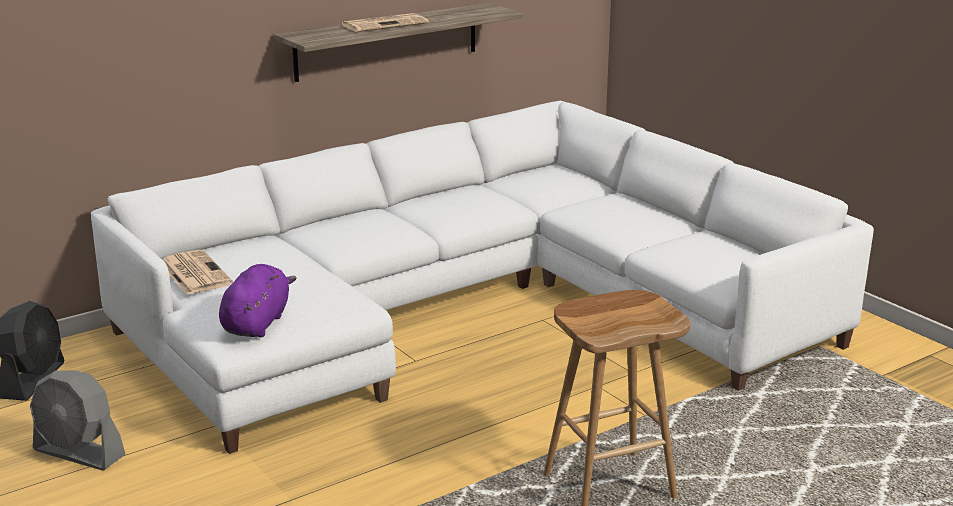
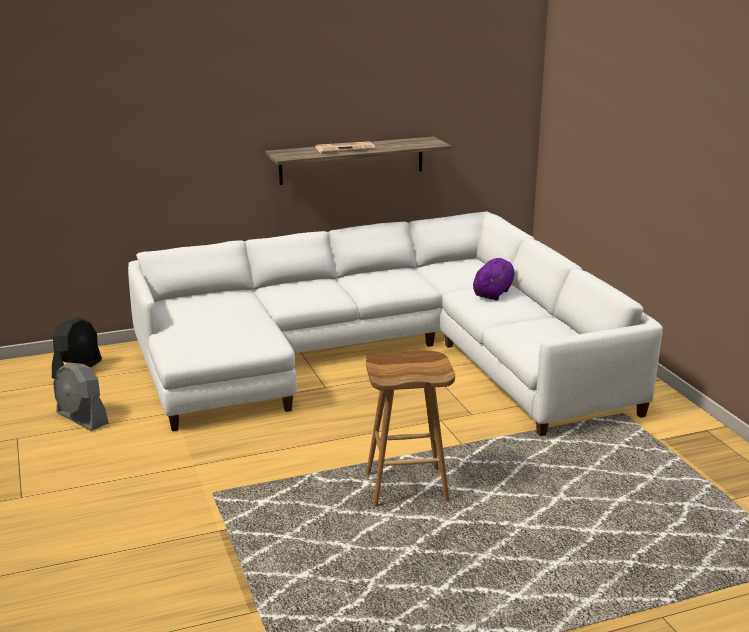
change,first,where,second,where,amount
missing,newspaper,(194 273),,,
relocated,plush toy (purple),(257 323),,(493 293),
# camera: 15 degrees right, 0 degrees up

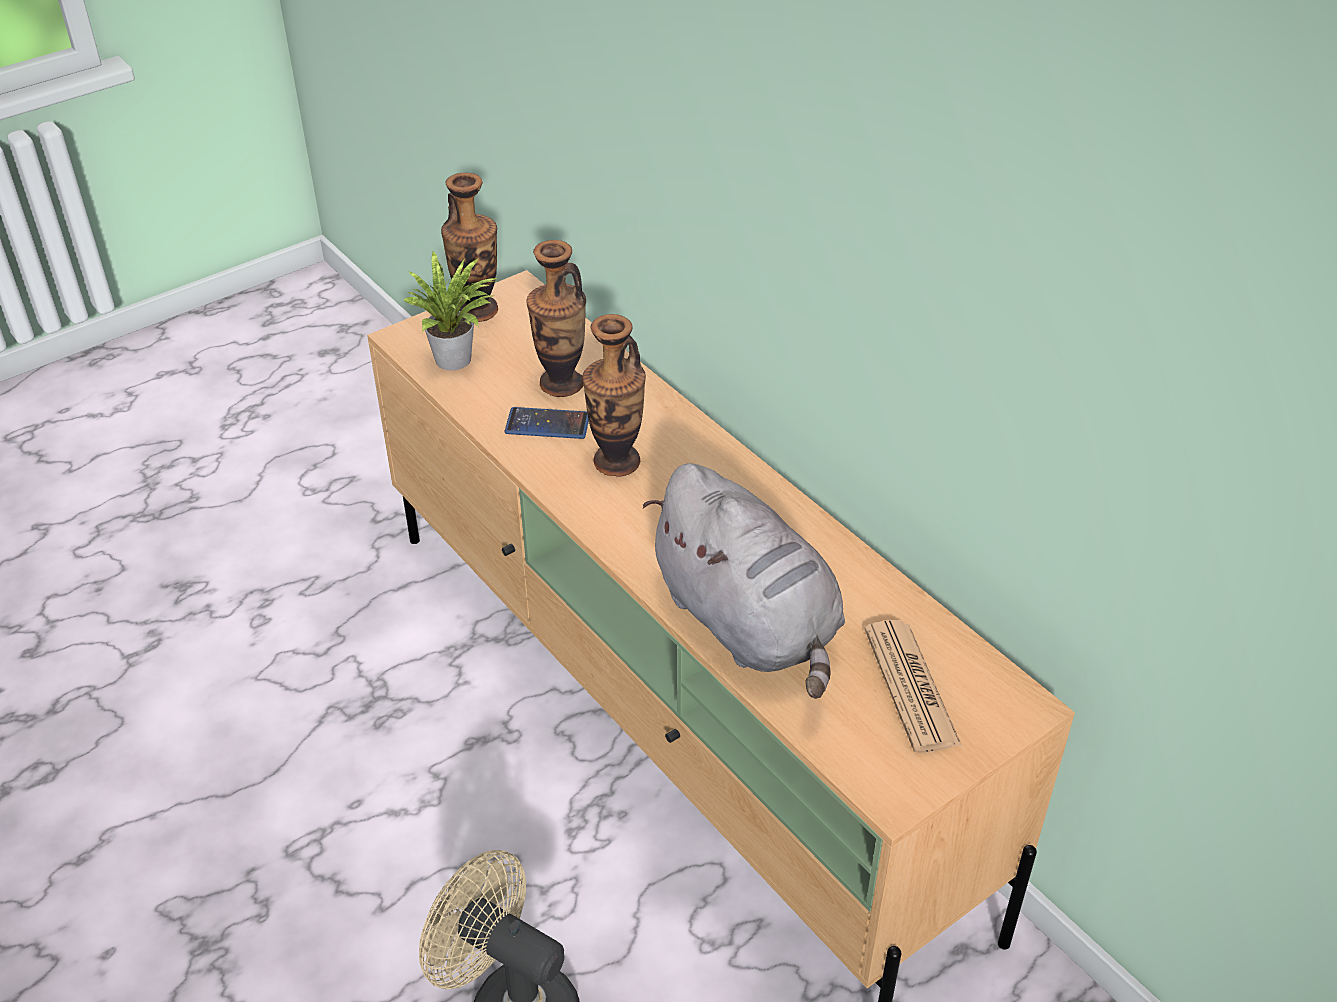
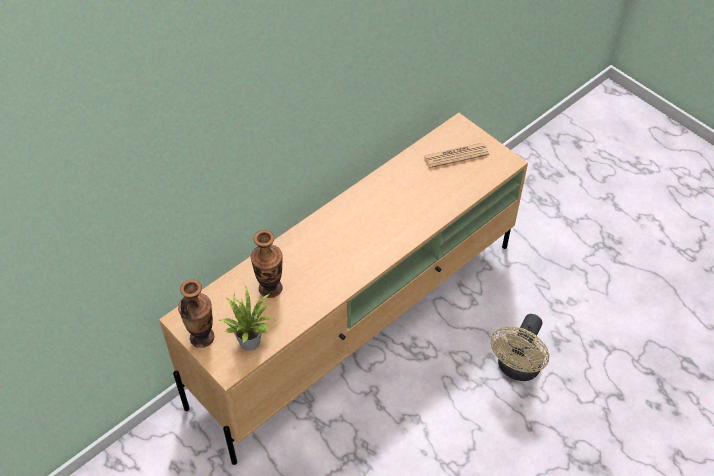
change,first,where,second,where,amount
missing,phone,(547 424),,,
missing,vase,(616 462),,,
missing,plush toy (grey),(749 624),,,
# camera: 95 degrees left, 10 degrees up

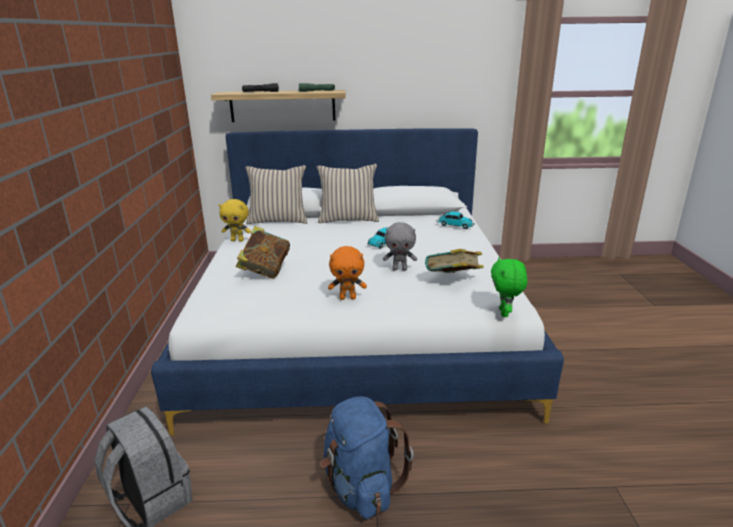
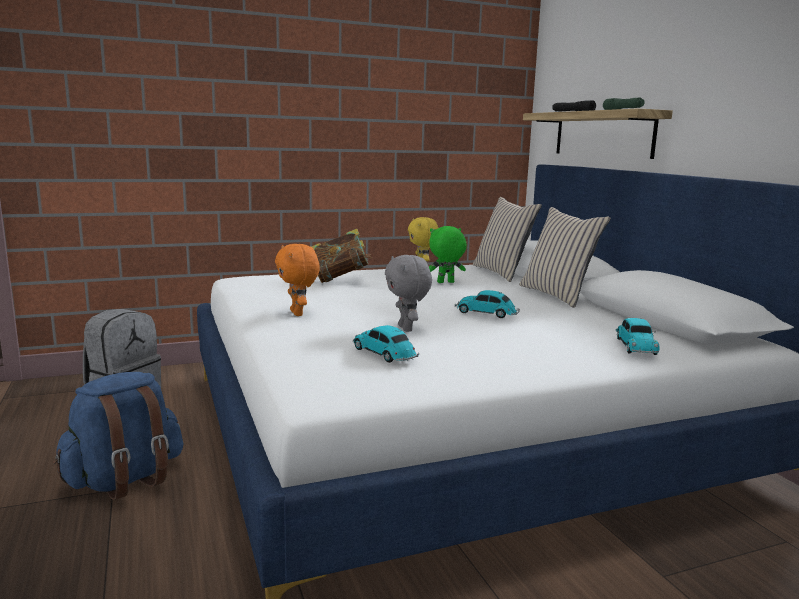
change,first,where,second,where,amount
relocated,plush toy (green),(505 313),,(445 282),
exchanged,book,(453 280),toy car,(385 354),
# camera: 70 degrees right, 10 degrees down

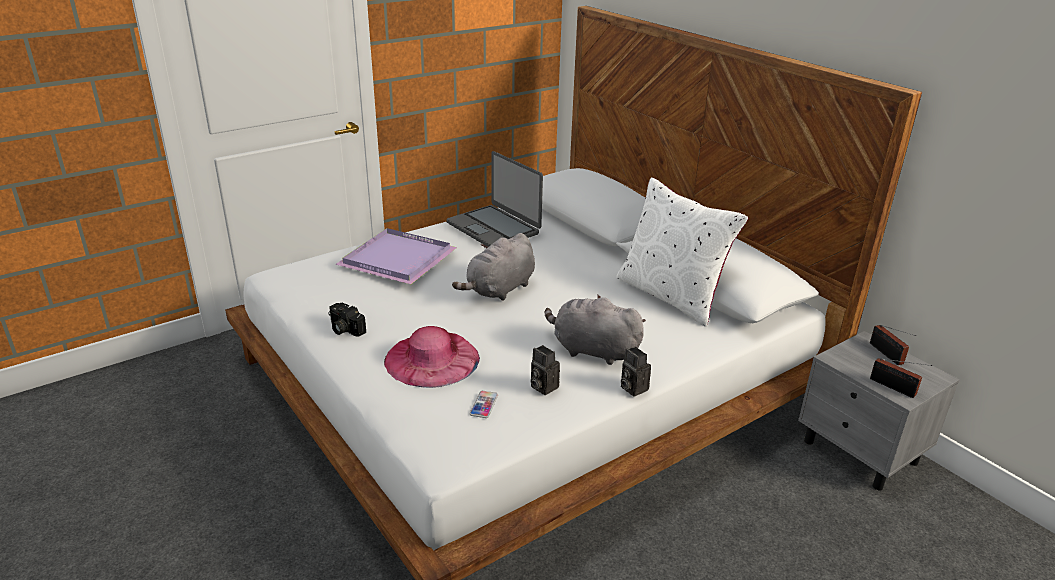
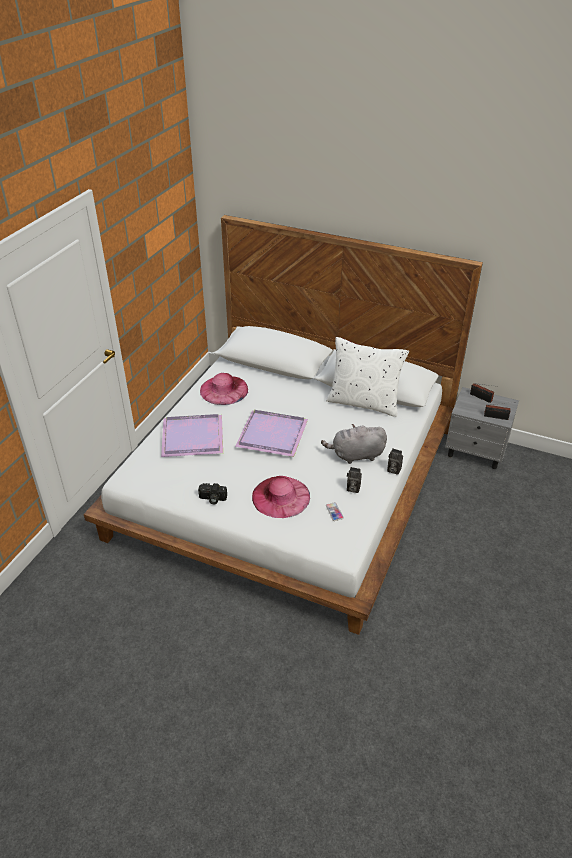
change,first,where,second,where,amount
exchanged,laptop,(494 228),hat (pink),(224 390),
exchanged,plush toy (grey),(499 290),tray (purple),(273 435),
# camera: 30 degrees left, 10 degrees up

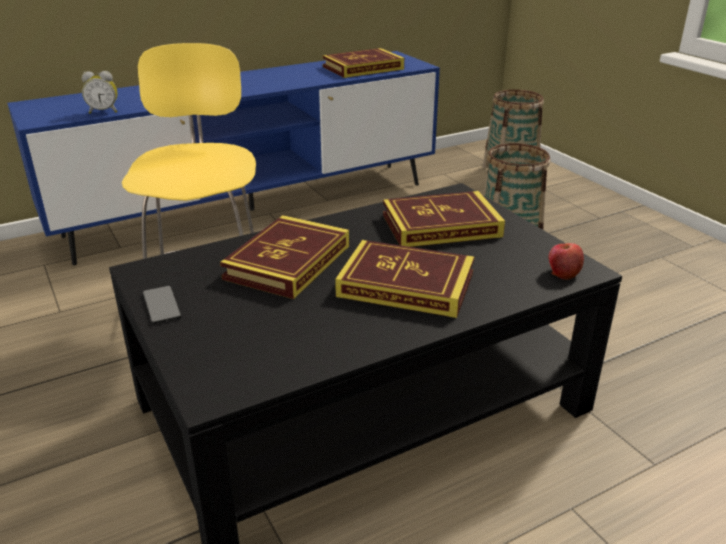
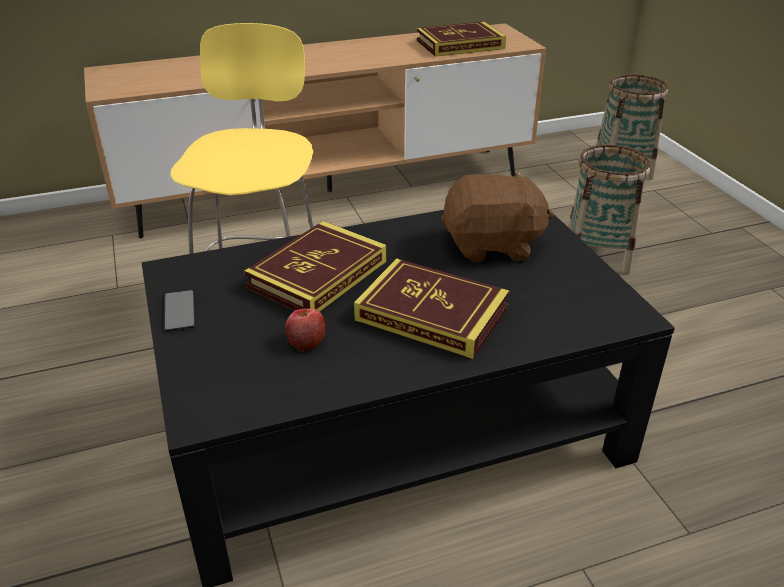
change,first,where,second,where,amount
missing,alarm clock,(104 111),,,
relocated,apple,(563 272),,(306 341),
exchanged,book,(441 225),plush toy (brown),(492 245),
colour,tv stand (blue),(252 210),tv stand (brown),(330 191),
# camera: 10 degrees right, 5 degrees up

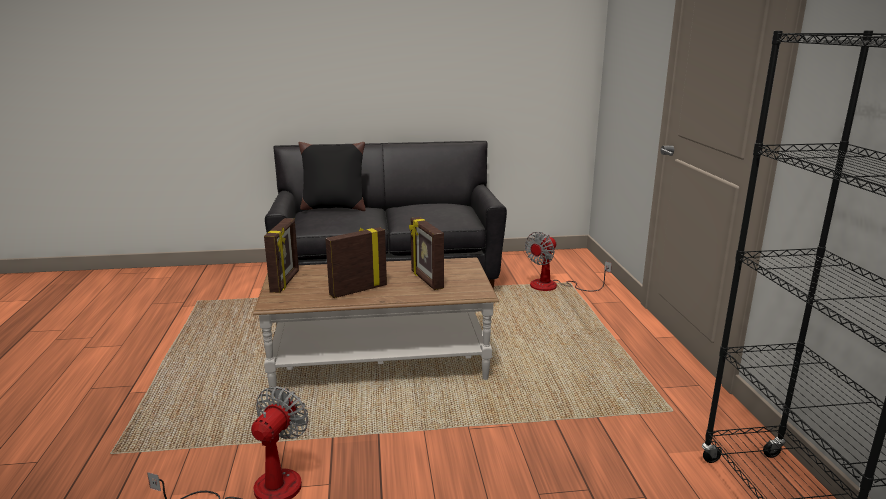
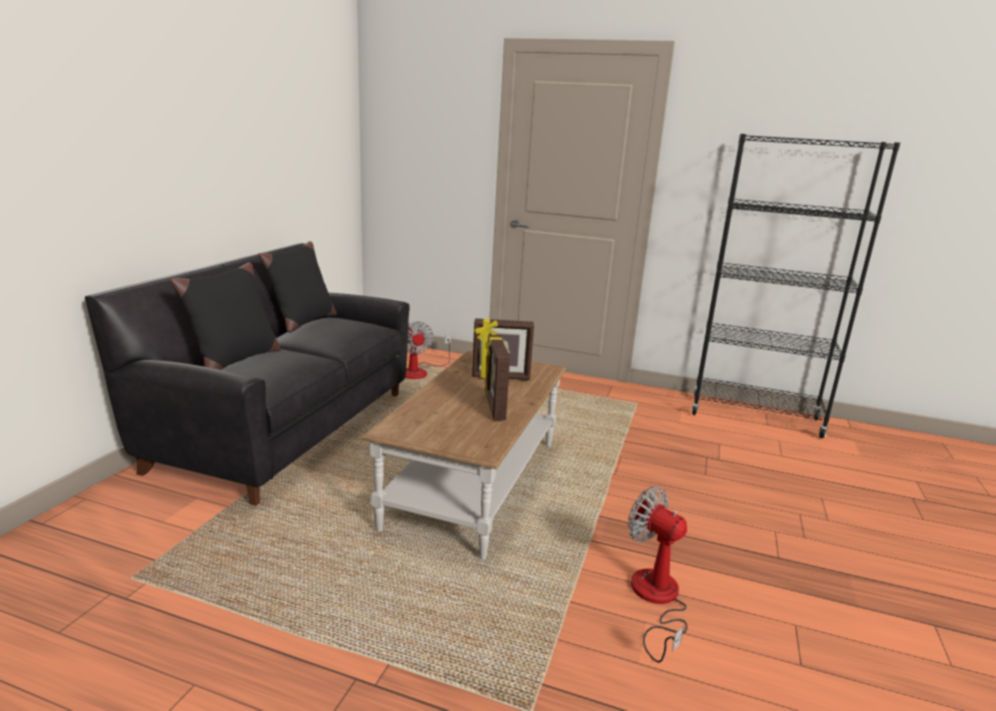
change,first,where,second,where,amount
missing,picture frame,(285 282),,,
appeared,,,pillow (black),(302 322),
# camera: 65 degrees left, 0 degrees up

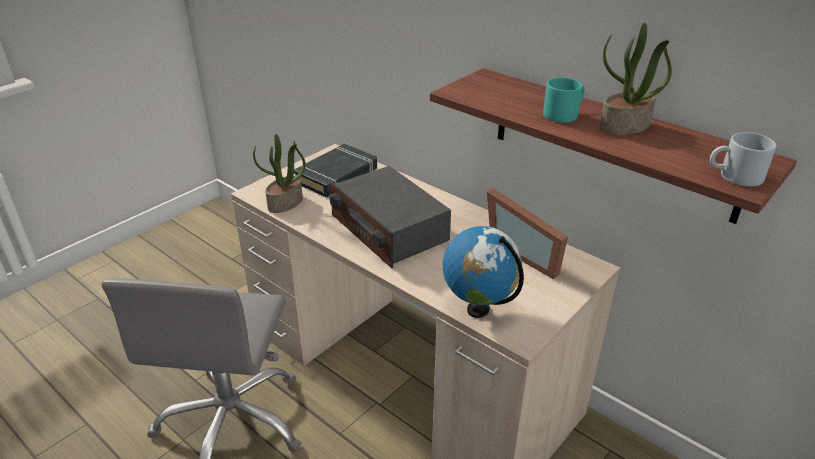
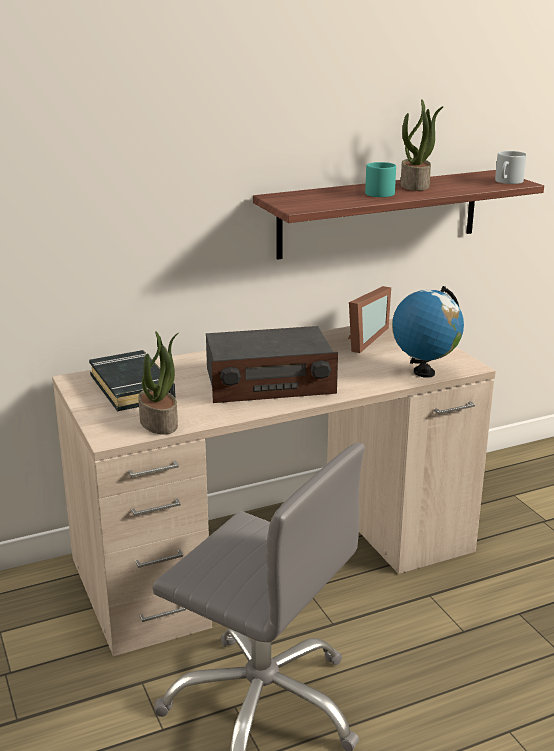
change,first,where,second,where,amount
spun,picture frame,(526 253),,(361 339),45 degrees counterclockwise
# camera: 65 degrees left, 10 degrees down

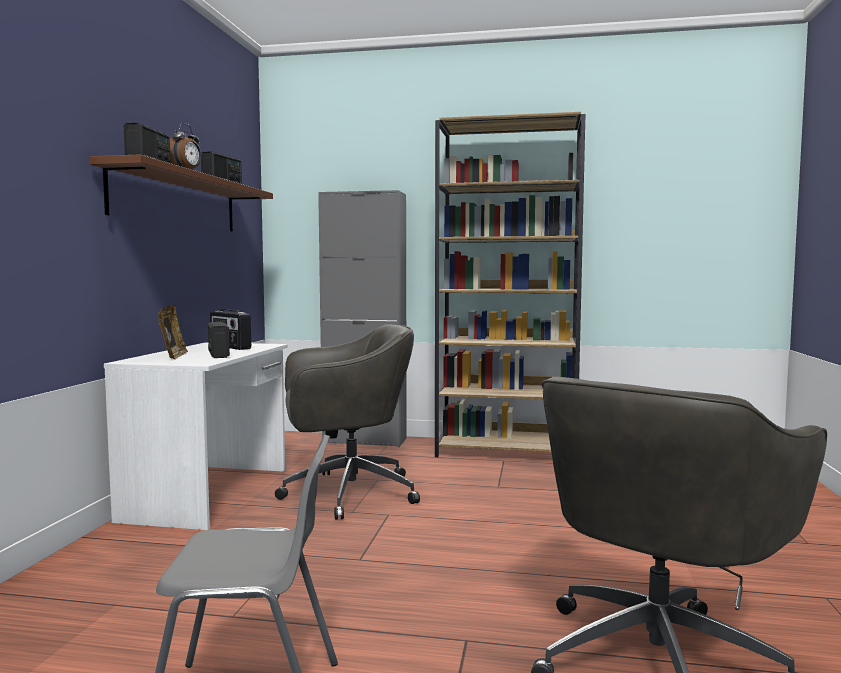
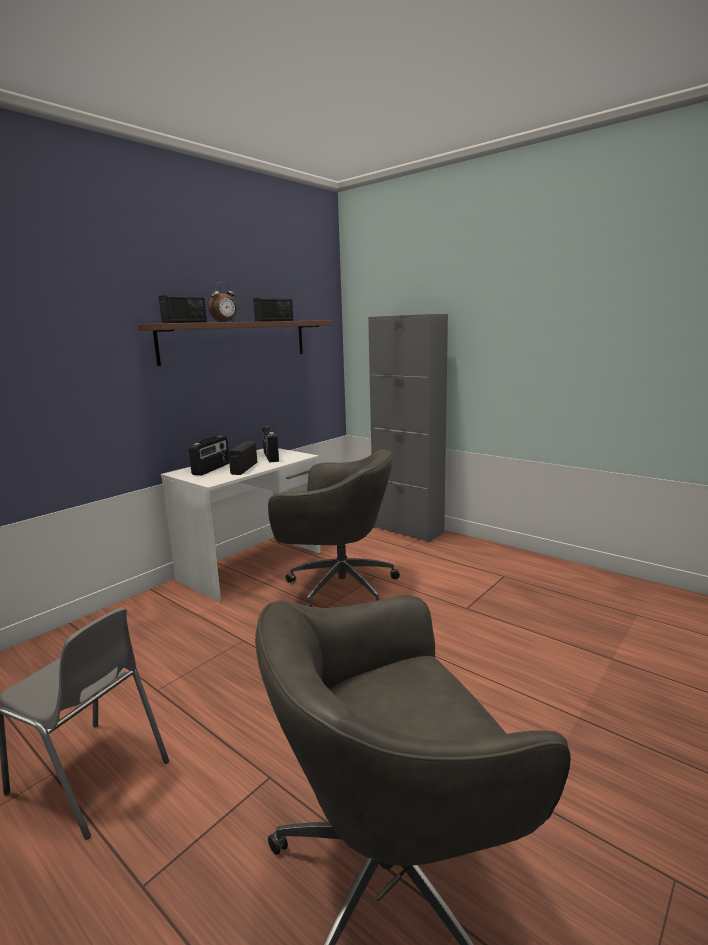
change,first,where,second,where,amount
missing,bookcase (brown),(507 451),,,
exchanged,picture frame,(173 357),radio,(211 469),
# camera: 30 degrees right, 10 degrees up

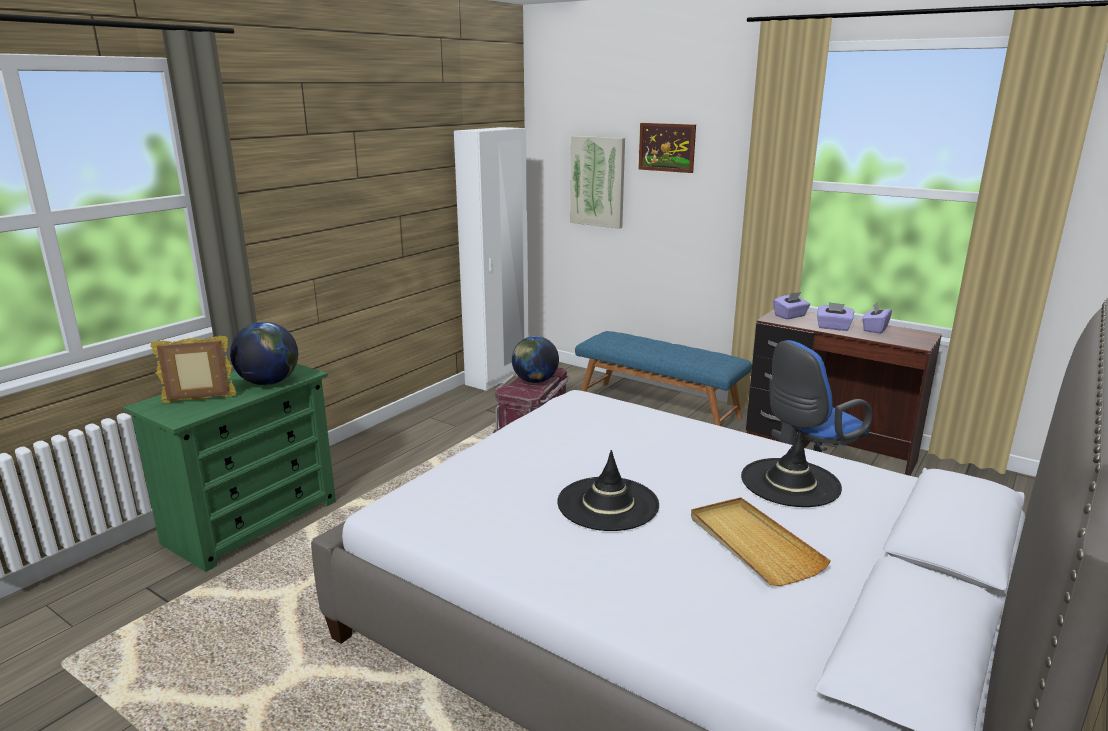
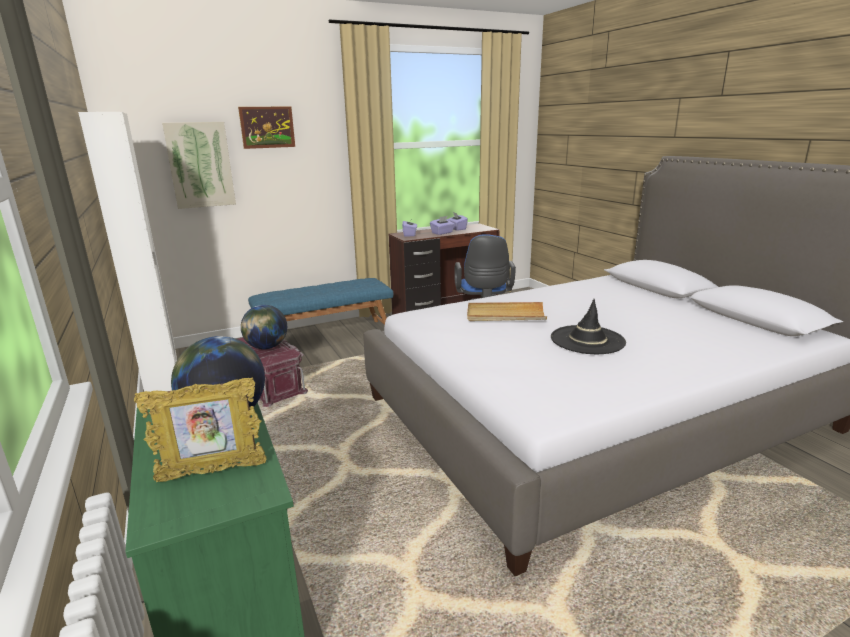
change,first,where,second,where,amount
missing,hat (black),(790 483),,,
relocated,tray (beige),(753 544),,(505 315),
spun,picture frame,(199 400),,(212 472),120 degrees counterclockwise
# camera: 60 degrees left, 0 degrees up

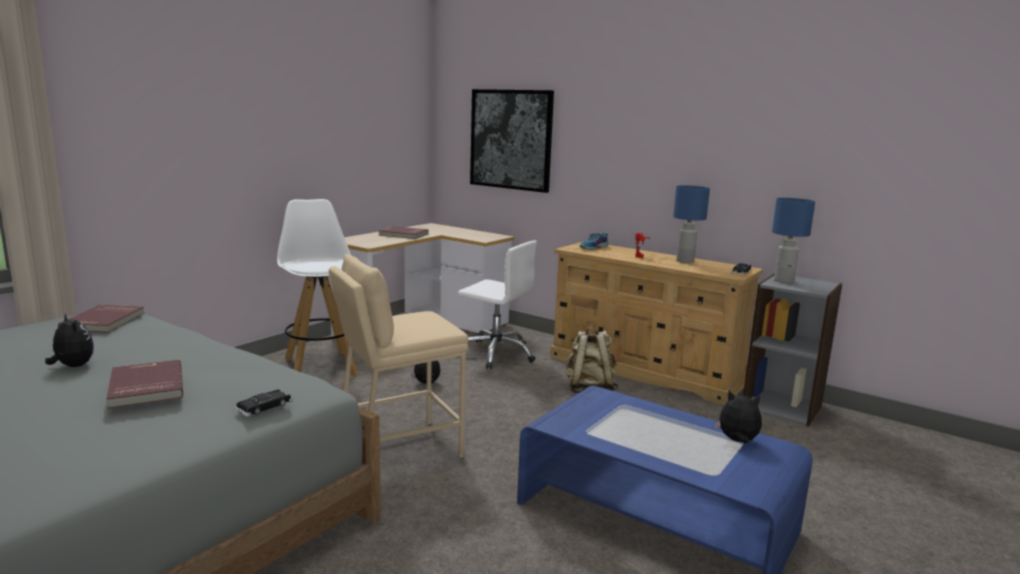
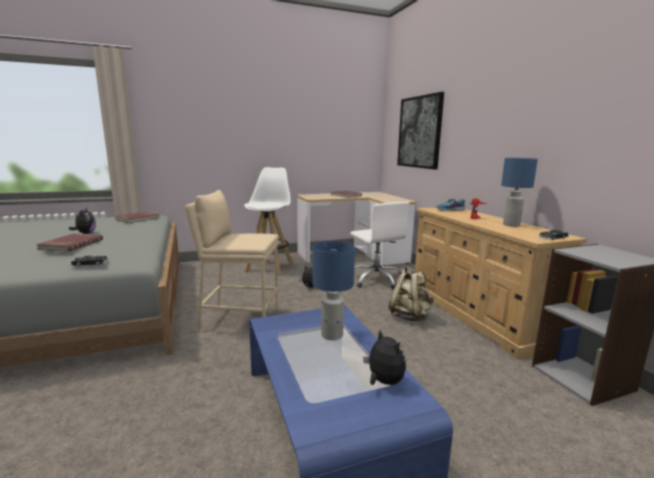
change,first,where,second,where,amount
relocated,table lamp (blue),(784 281),,(332 335),
# camera: 35 degrees right, 0 degrees up

